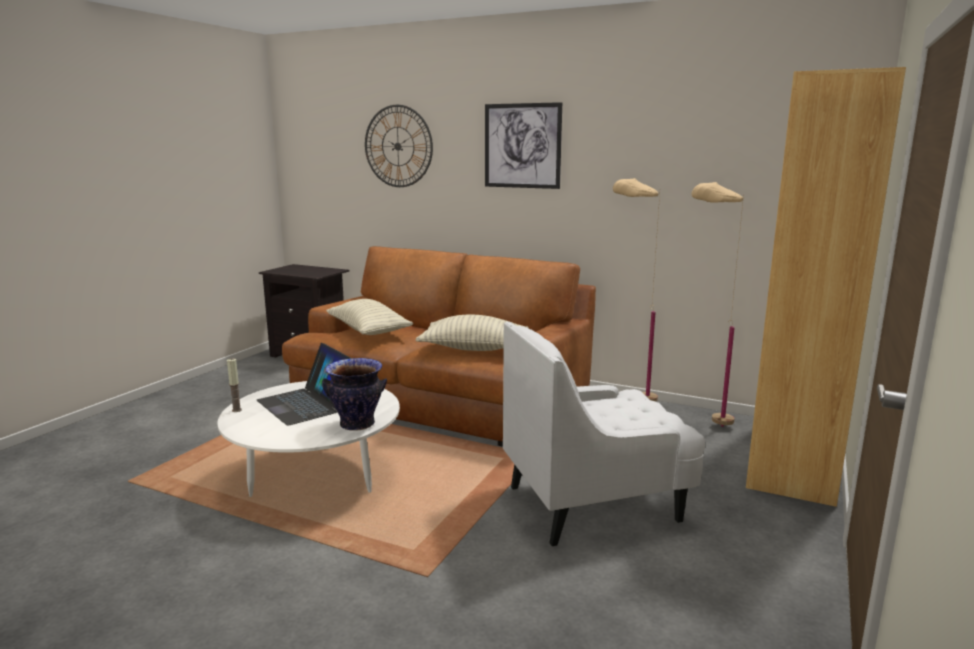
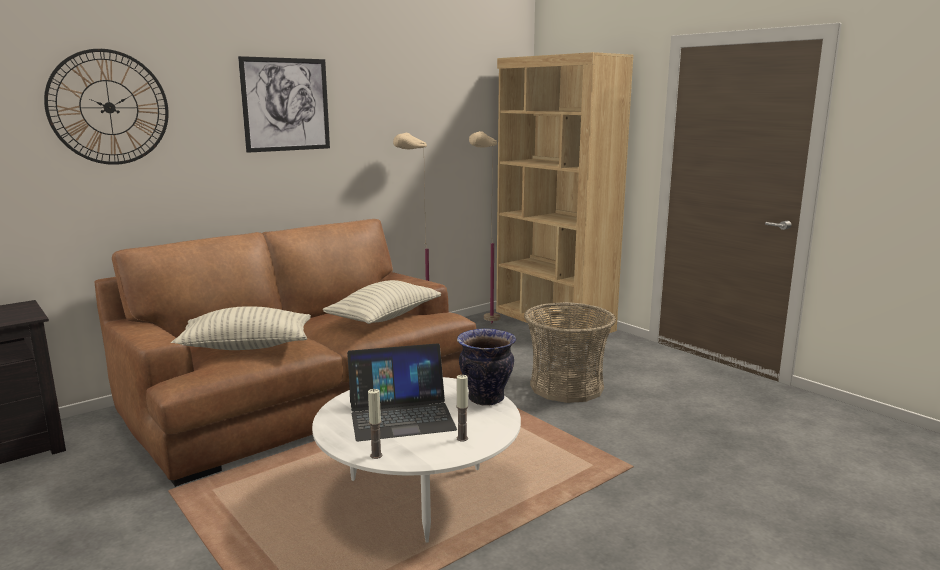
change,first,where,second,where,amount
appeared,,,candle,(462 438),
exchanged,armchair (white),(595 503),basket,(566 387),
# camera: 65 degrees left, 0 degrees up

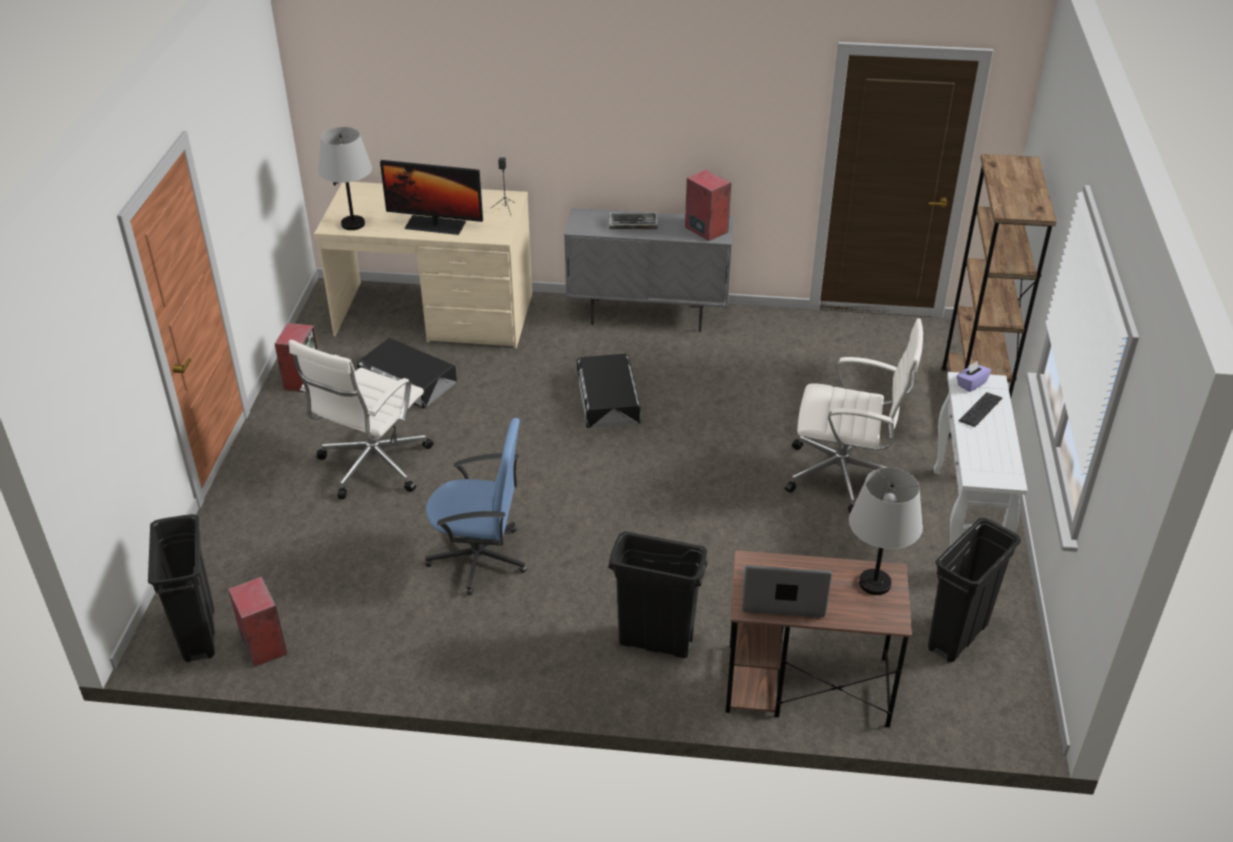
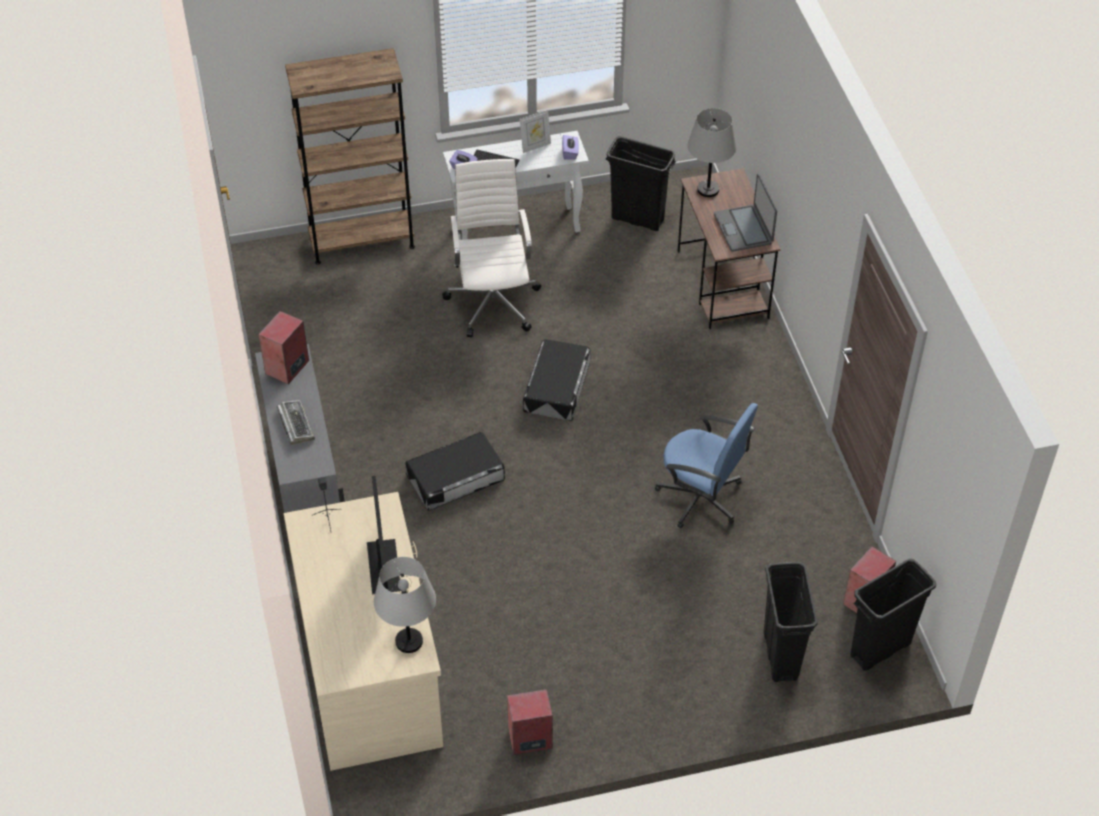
change,first,where,second,where,amount
missing,office chair (white),(372 466),,,
appeared,,,picture frame,(535 146),
appeared,,,tissue box (purple),(570 153),
relocated,storage box (black),(408 380),,(556 386),
relocated,trash can (black),(655 642),,(780 656),
spun,office chair (blue),(480 558),,(701 498),135 degrees clockwise
# camera: 110 degrees left, 10 degrees up

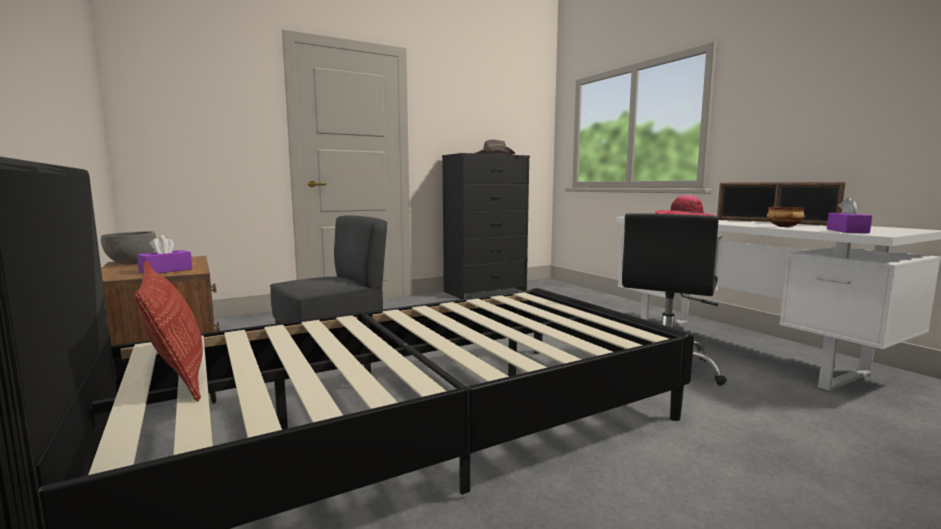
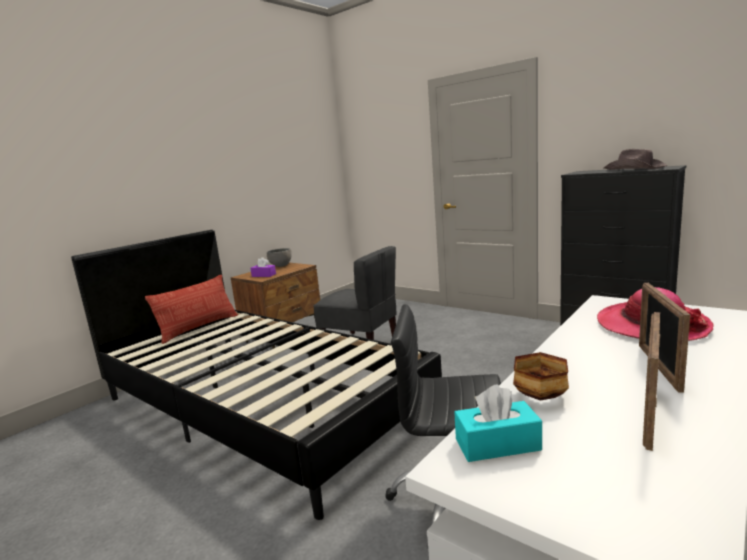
change,first,where,second,where,amount
colour,tissue box (purple),(847 231),tissue box (turquoise),(497 444),
# camera: 70 degrees right, 5 degrees up

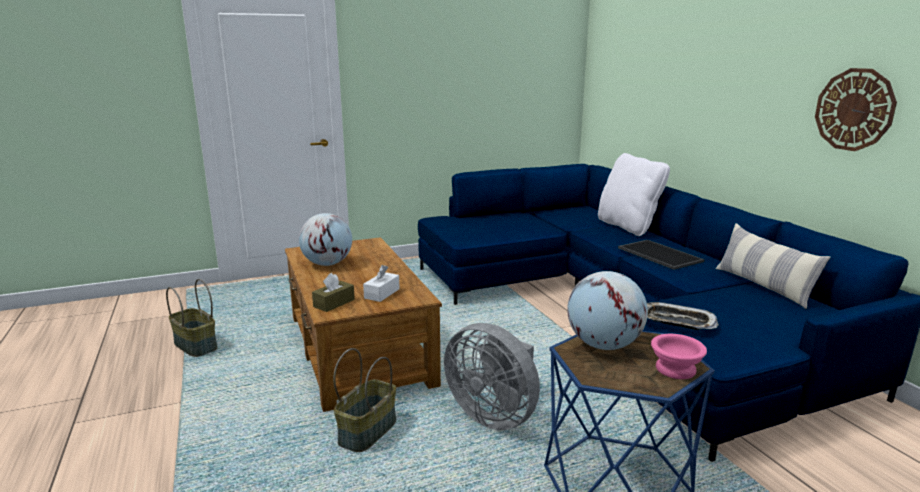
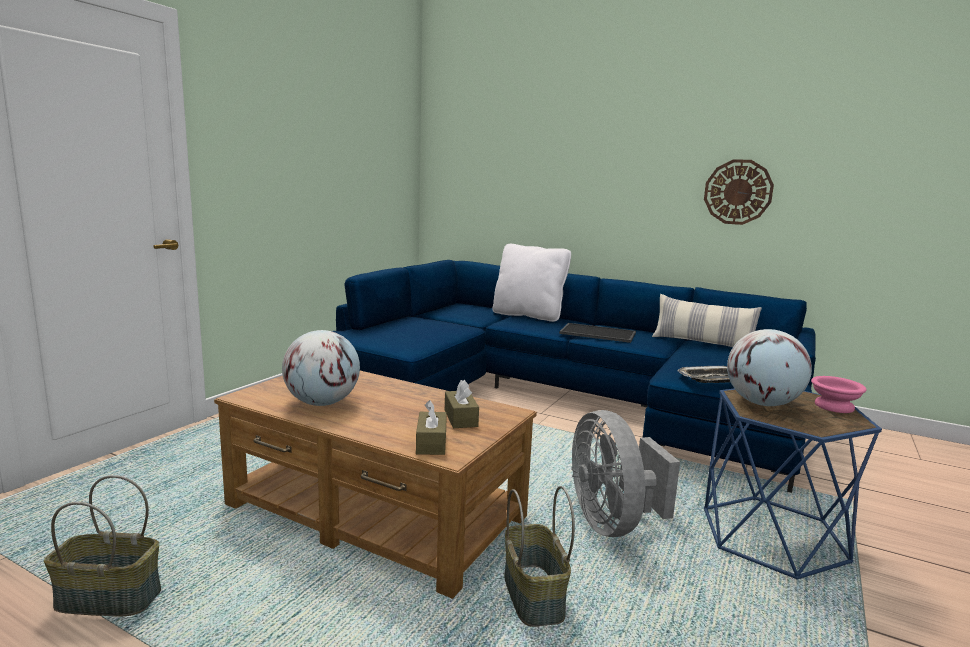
change,first,where,second,where,amount
colour,tissue box (white),(382 293),tissue box (brown),(460 418),
spun,fan (grey),(494 415),,(612 523),75 degrees clockwise
# camera: 40 degrees left, 5 degrees down

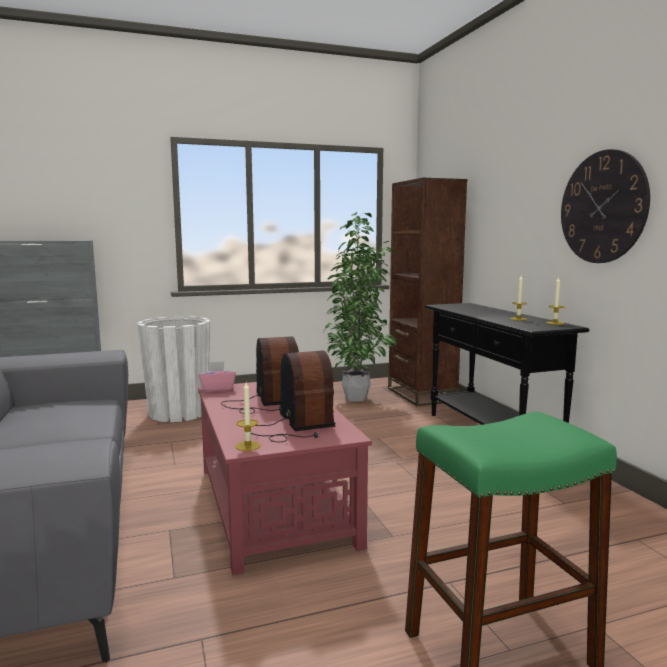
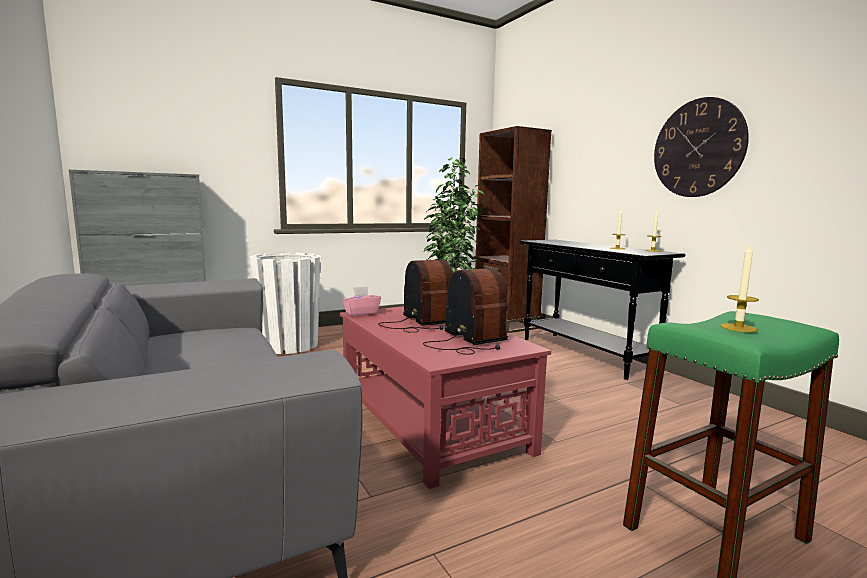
change,first,where,second,where,amount
relocated,candle,(248 446),,(738 328),
# camera: 10 degrees left, 0 degrees up

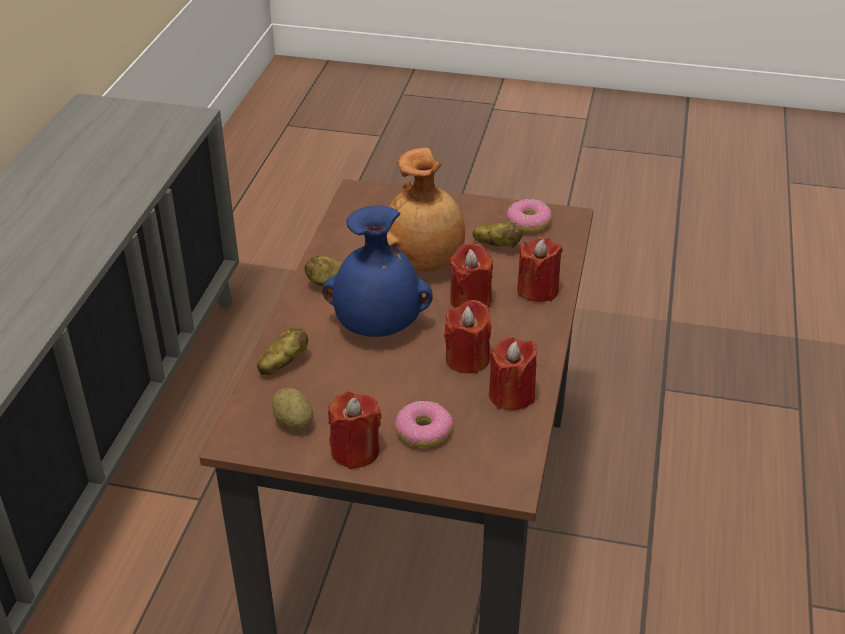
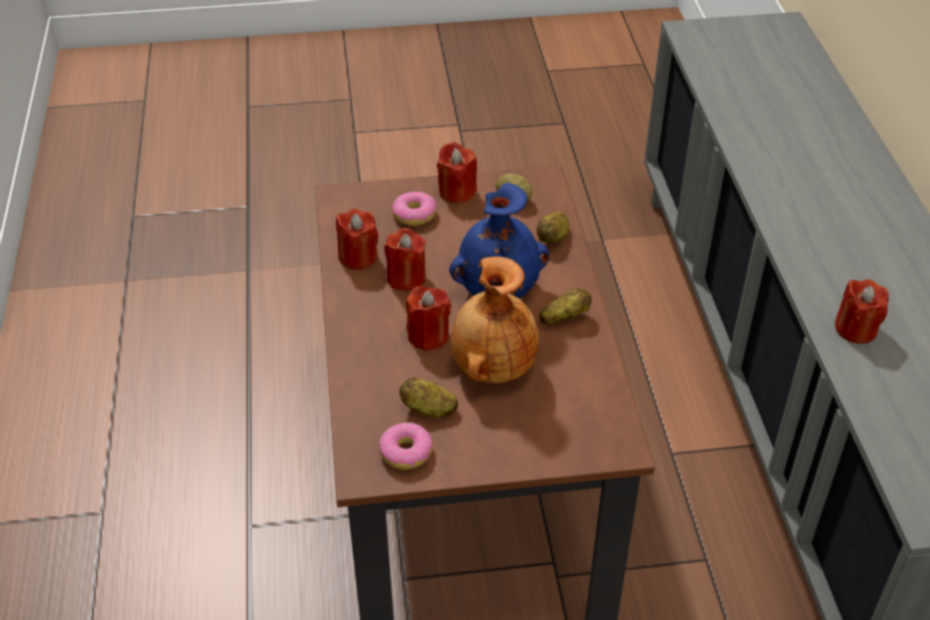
change,first,where,second,where,amount
relocated,candle (red),(537 290),,(856 329),
# camera: 160 degrees right, 5 degrees up

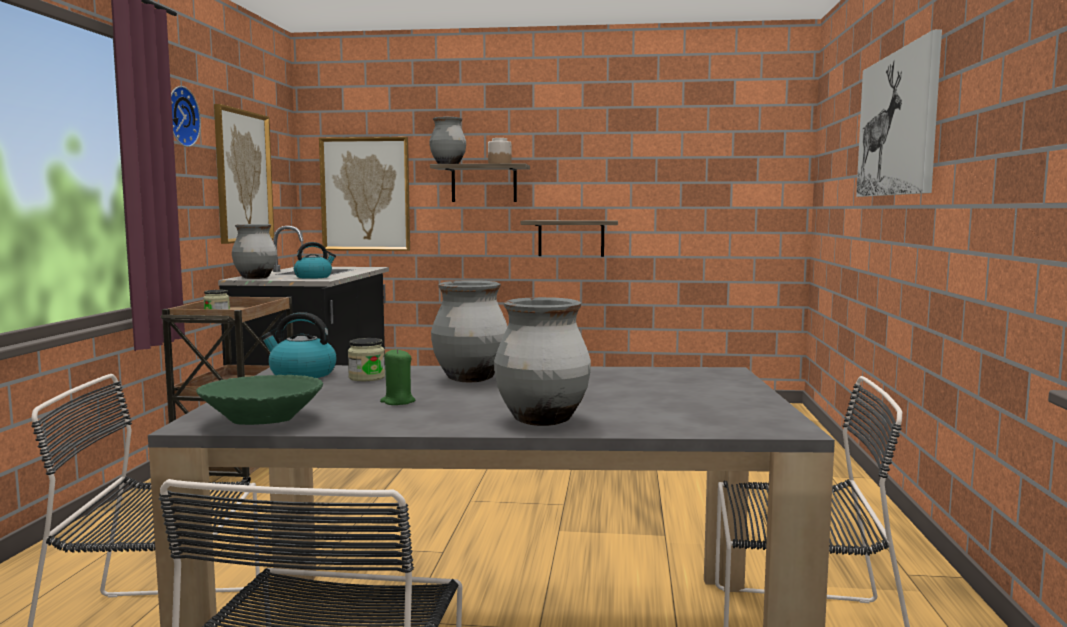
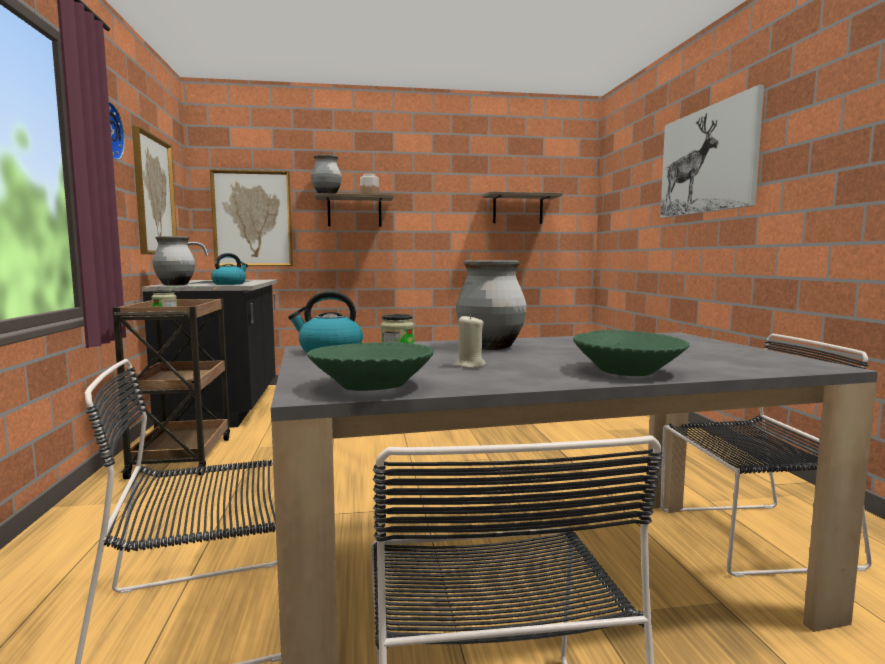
change,first,where,second,where,amount
relocated,shelf,(571 238),,(517 209),
exchanged,vase (grey),(542 420),bowl (green),(627 371),
colour,candle (green),(398 402),candle (beige),(469 366),
# camera: 15 degrees left, 0 degrees up

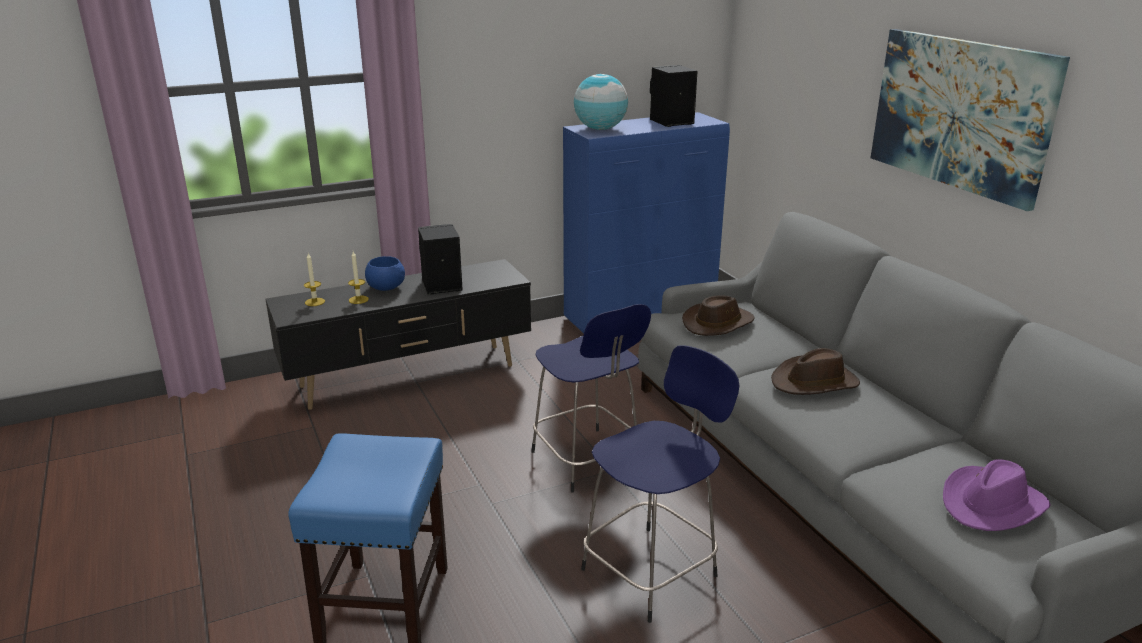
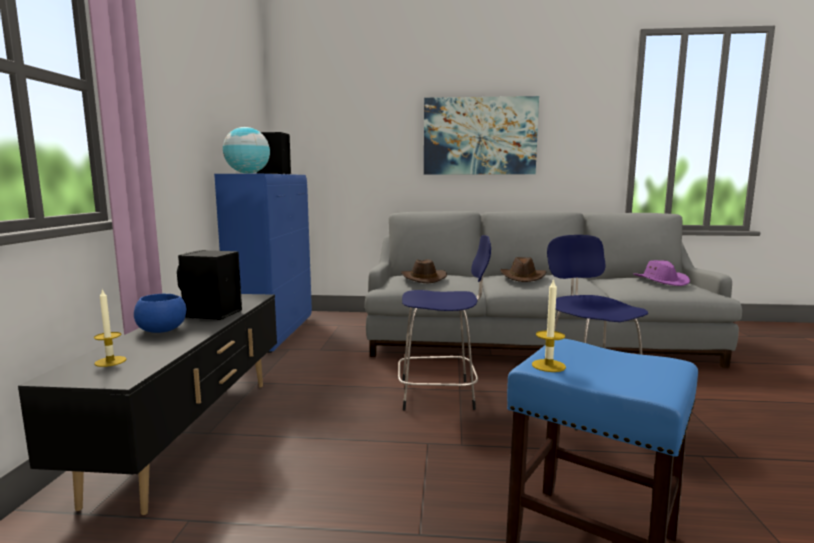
change,first,where,second,where,amount
relocated,candle,(358 299),,(548 365),
# camera: 60 degrees left, 15 degrees down

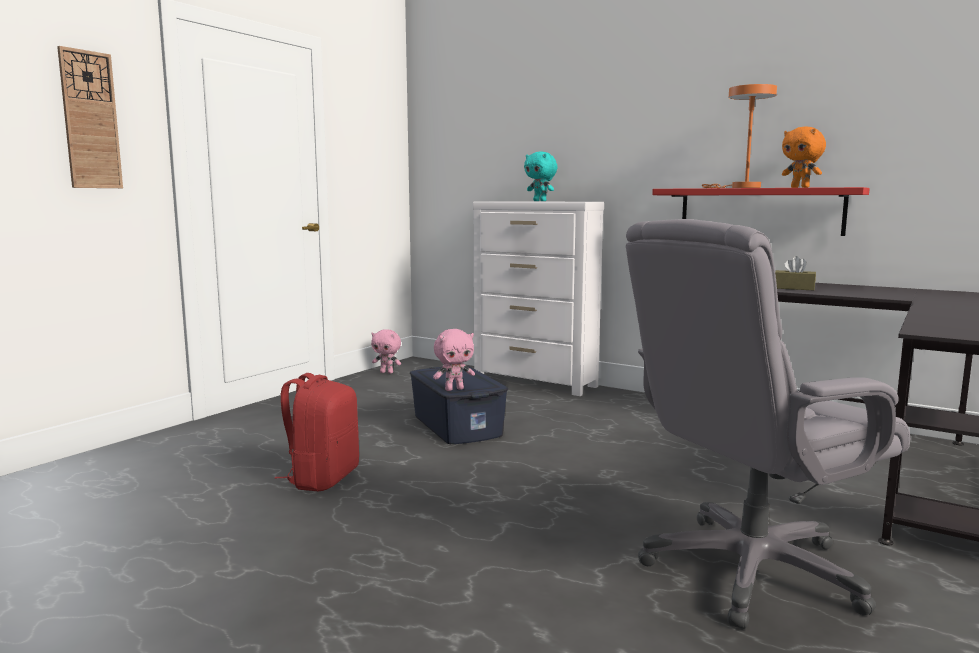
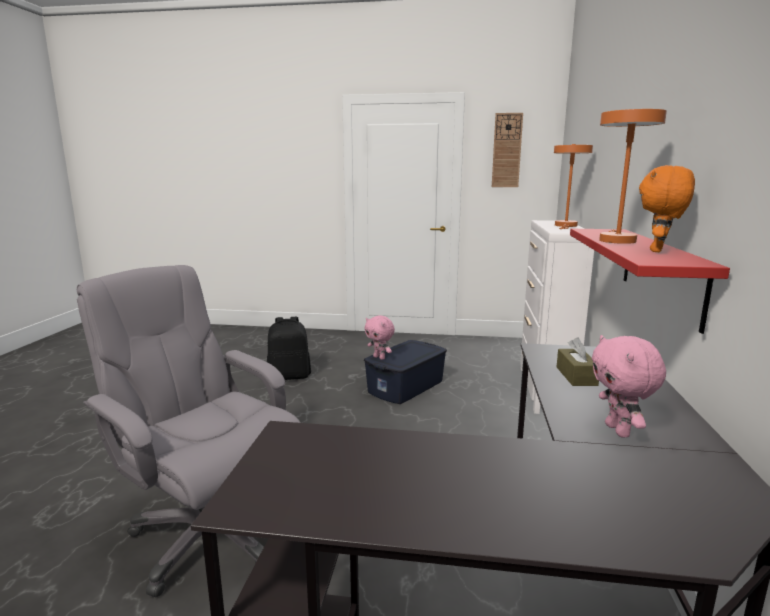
change,first,where,second,where,amount
relocated,wall clock,(90 120),,(506 150),
relocated,plush toy (pink),(387 372),,(619 431),
exchanged,plush toy (turquoise),(540 201),table lamp (orange),(566 226),
colour,backpack (red),(322 479),backpack (black),(289 376),
# camera: 65 degrees right, 5 degrees up

